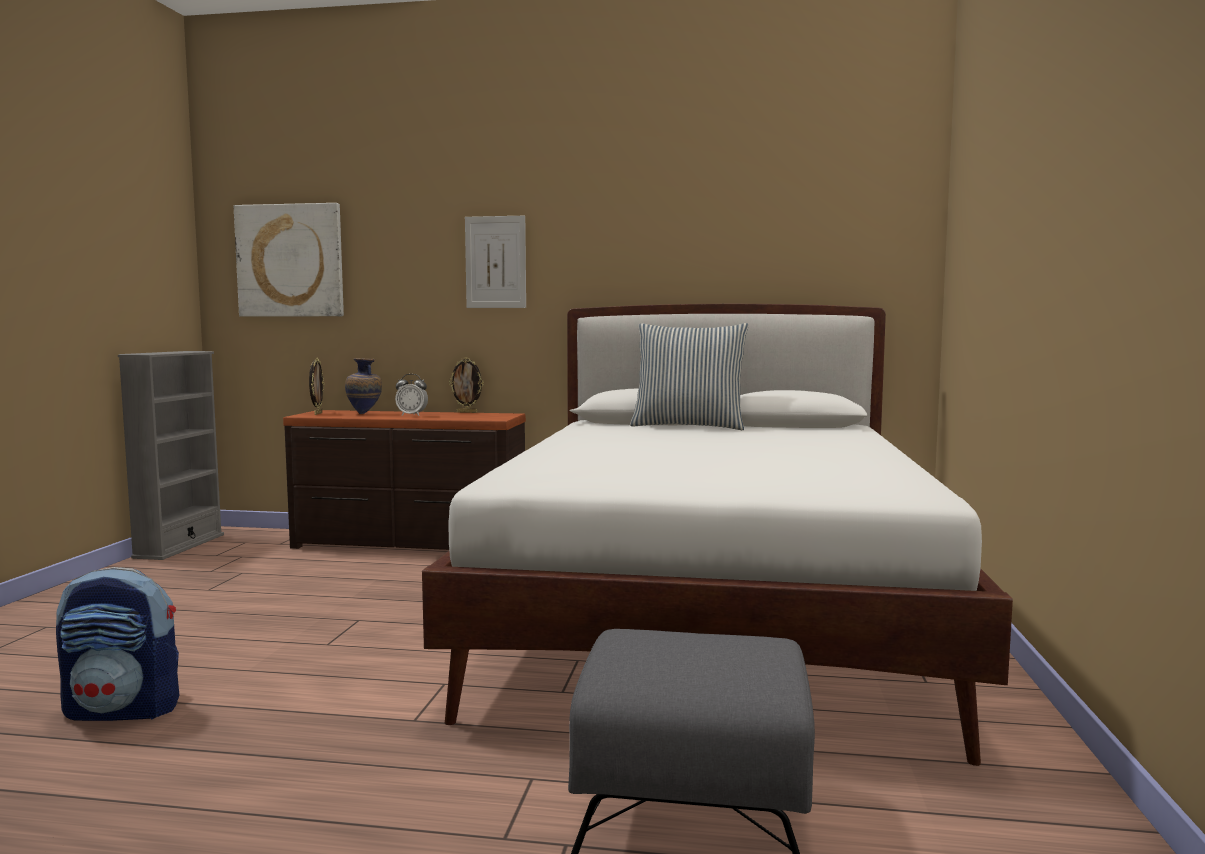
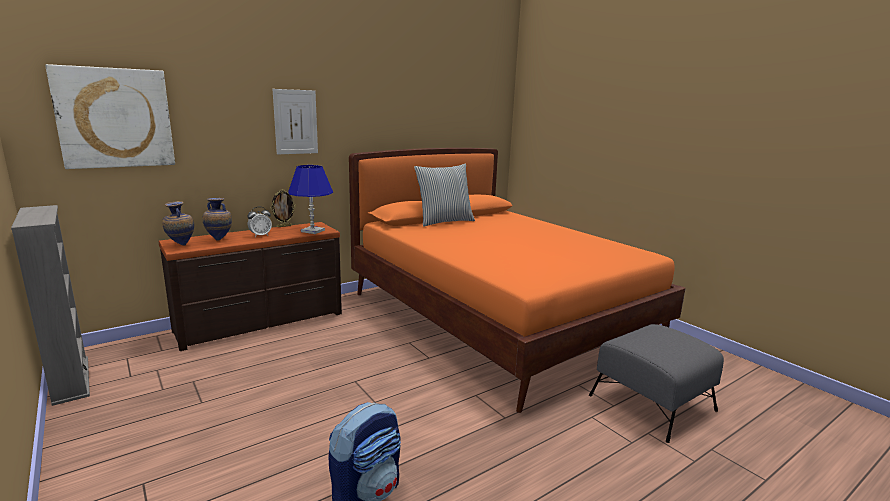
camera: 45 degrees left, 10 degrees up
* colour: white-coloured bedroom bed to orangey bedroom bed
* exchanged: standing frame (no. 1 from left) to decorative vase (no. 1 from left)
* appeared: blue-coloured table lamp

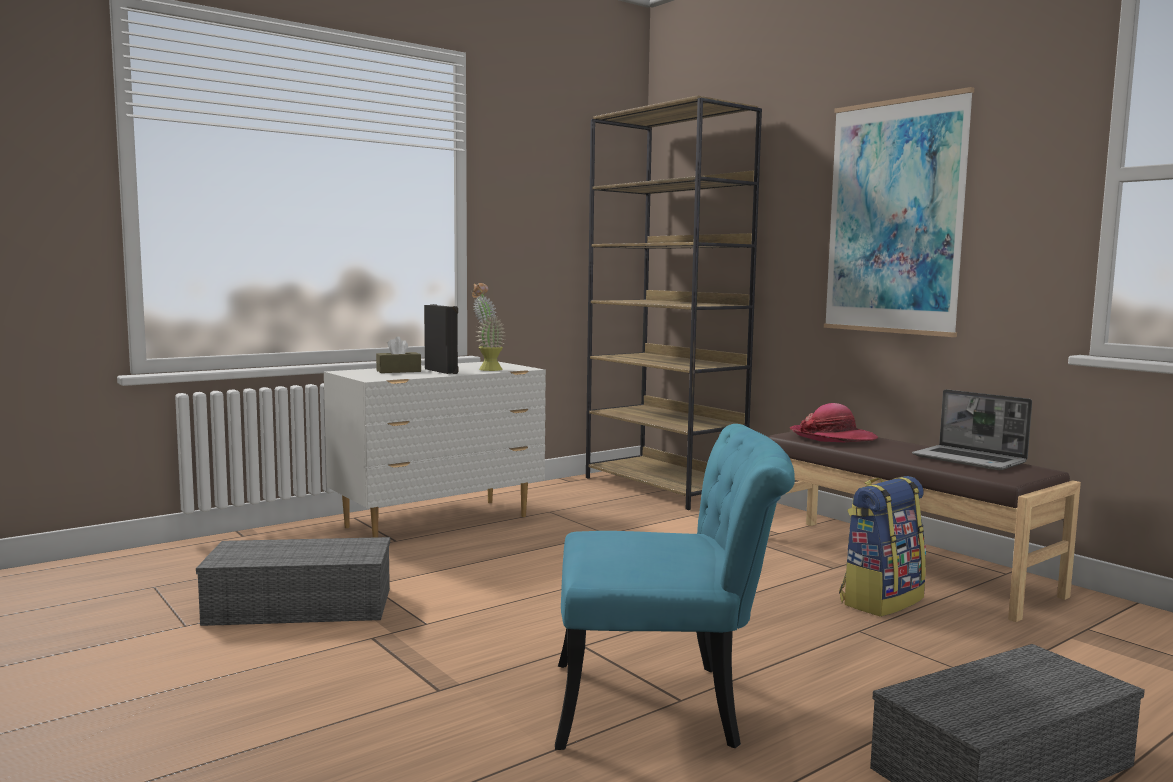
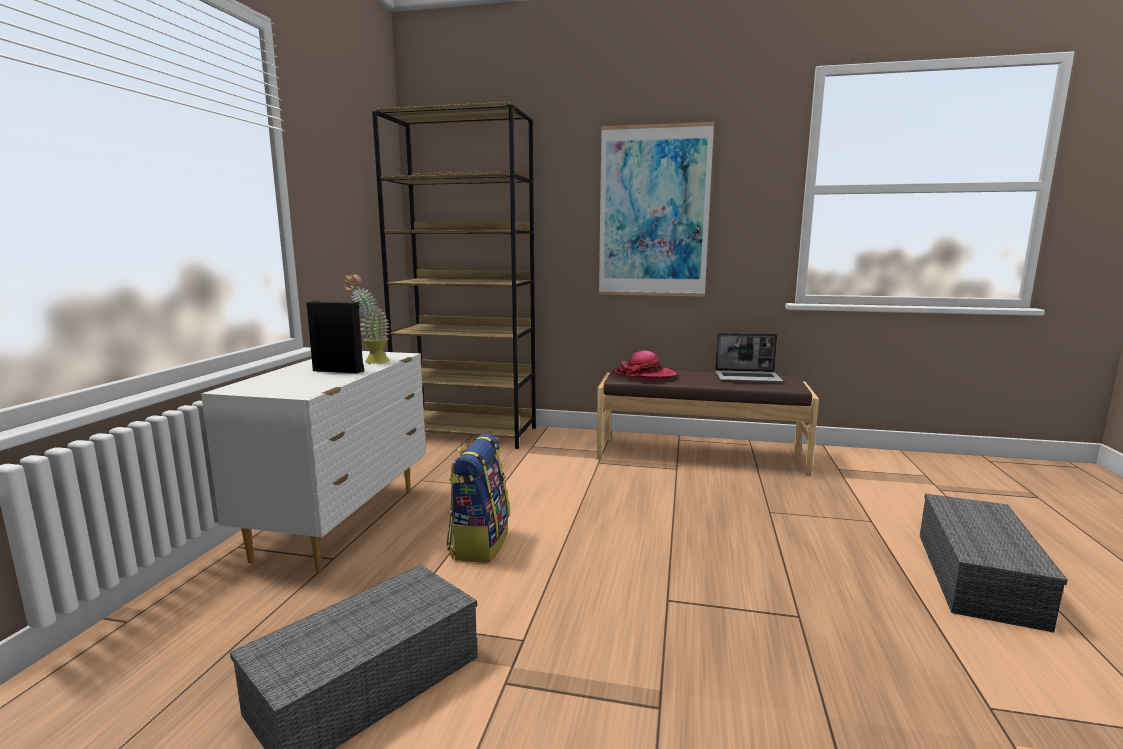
camera: 40 degrees left, 5 degrees up
* missing: brown-coloured box of tissues
* missing: turquoise chair
* relocated: knapsack

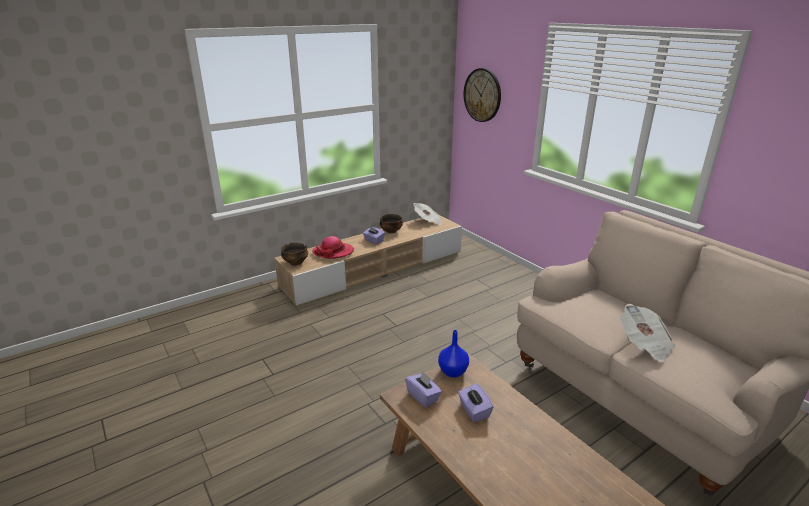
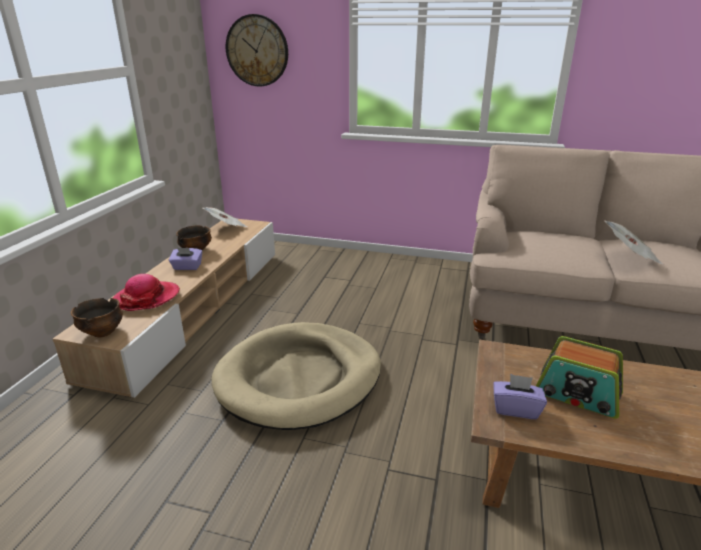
camera: 40 degrees left, 0 degrees up
* missing: blue-coloured decorative vase
* exchanged: purplish box of tissues (no. 3 from left) to radio
* appeared: beige-coloured dog bed

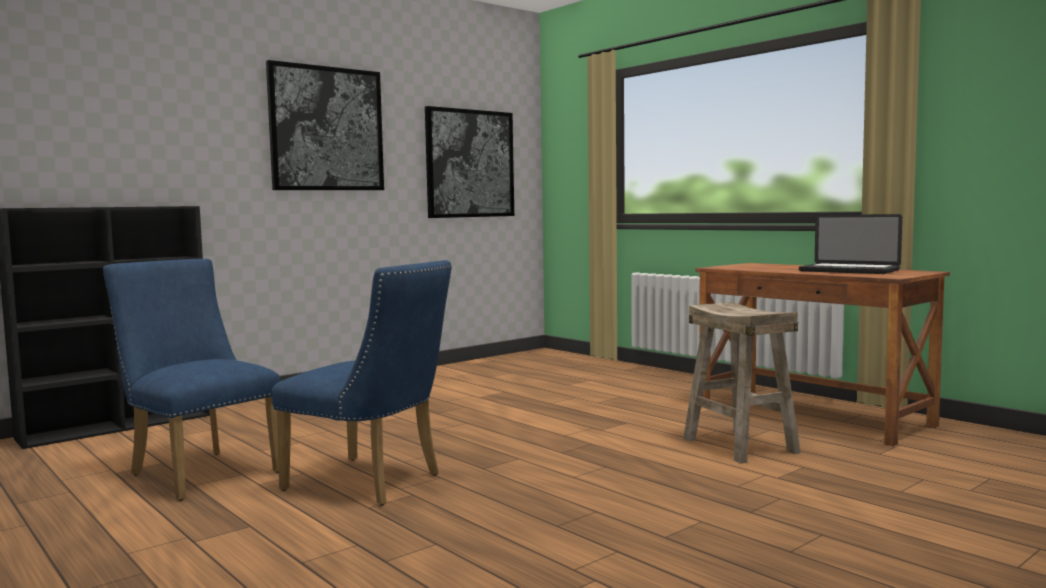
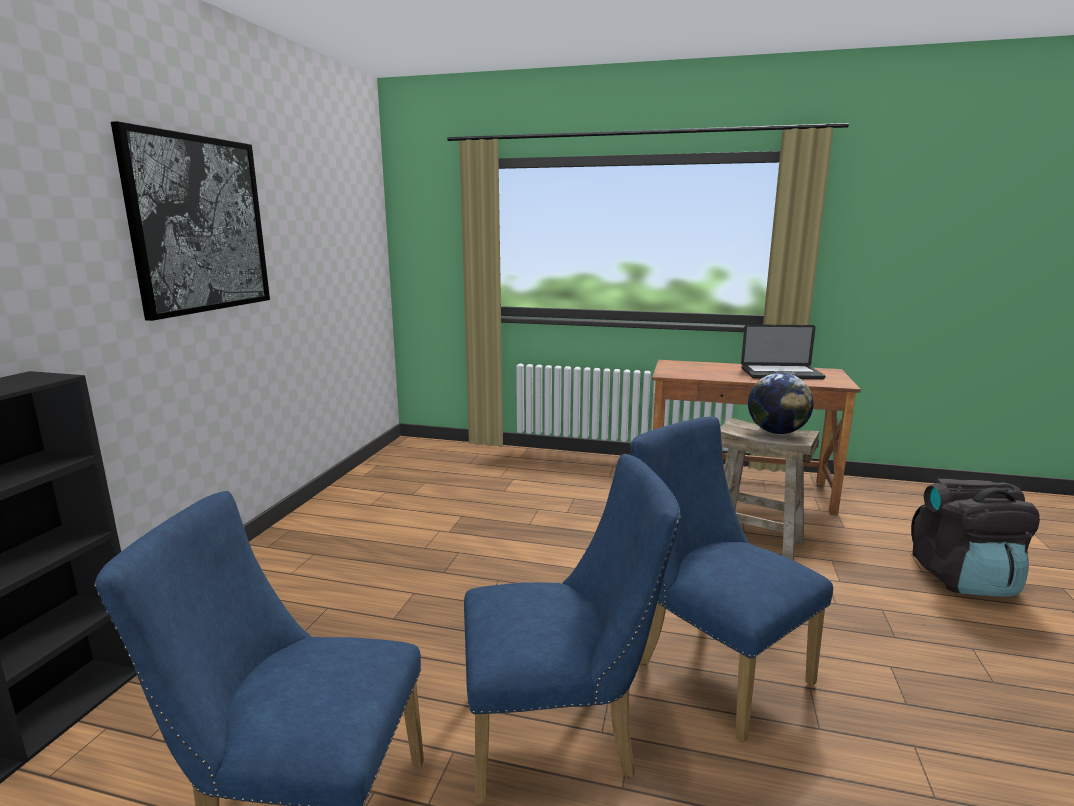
camera: 35 degrees left, 10 degrees up
* missing: wall art (no. 2 from left)
* appeared: globe
* appeared: blue-coloured chair (no. 3 from left)
* appeared: black knapsack

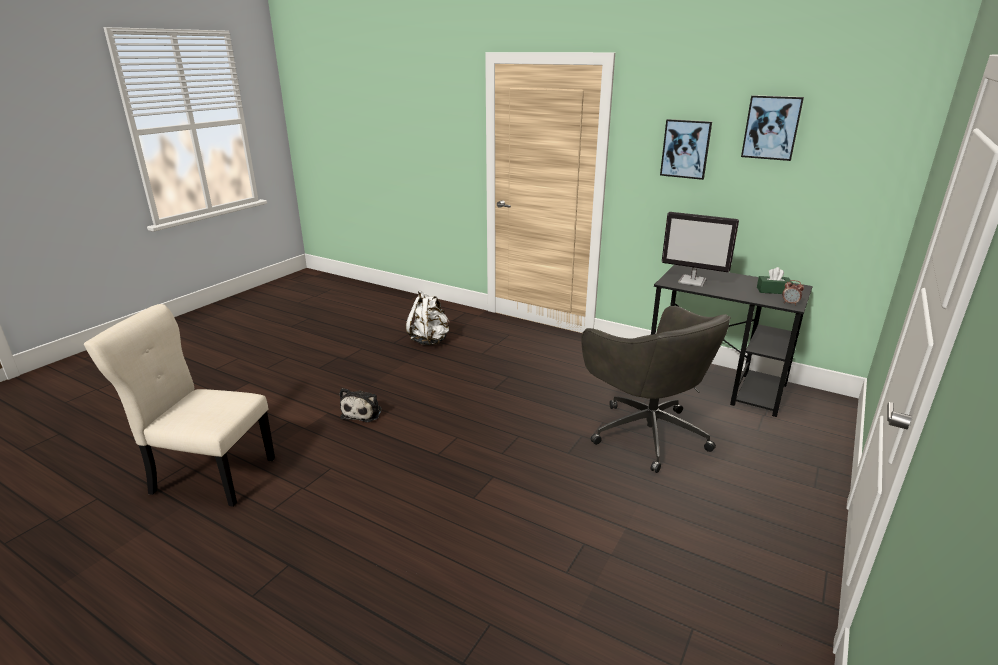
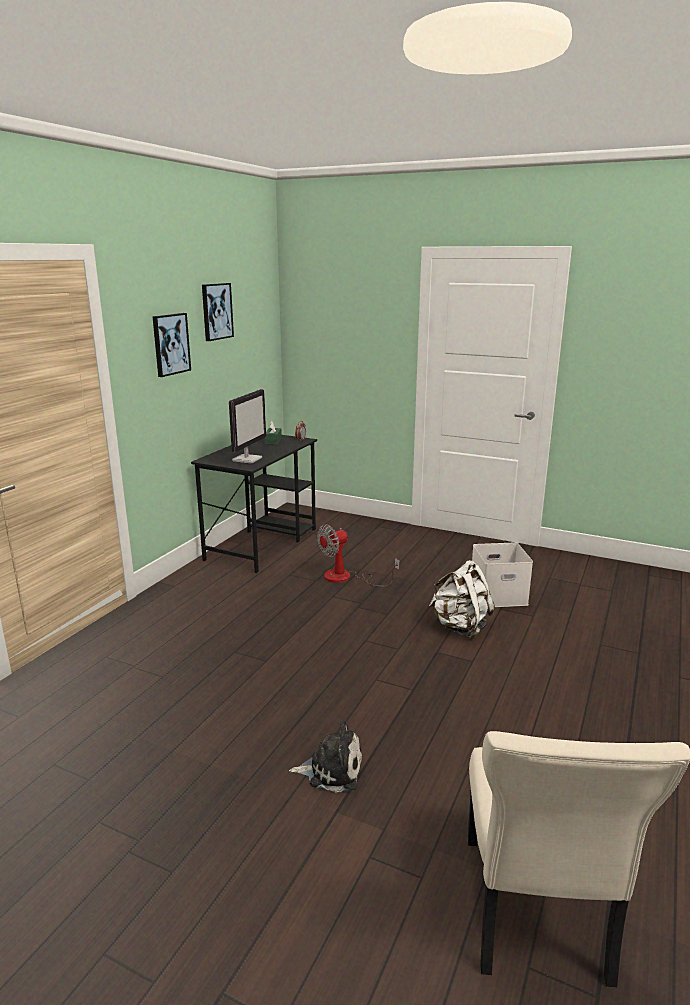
camera: 95 degrees left, 5 degrees down
* relocated: white-coloured knapsack
* exchanged: gray office chair to fan
* appeared: white-coloured storage bin

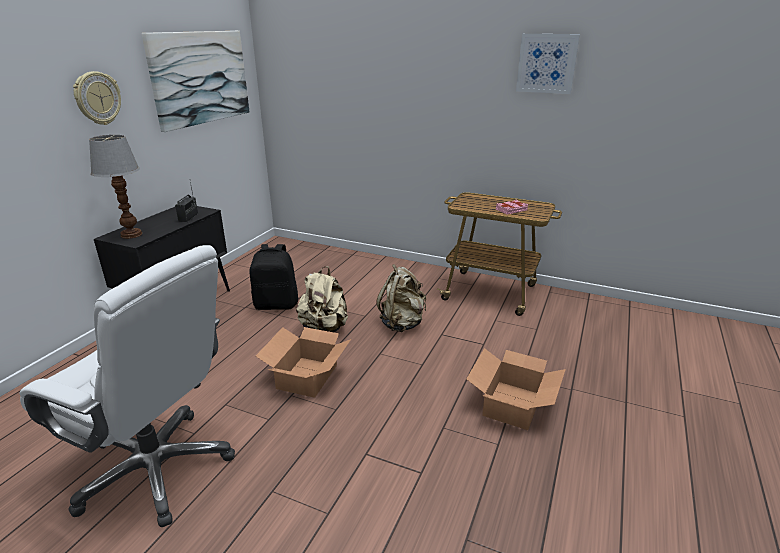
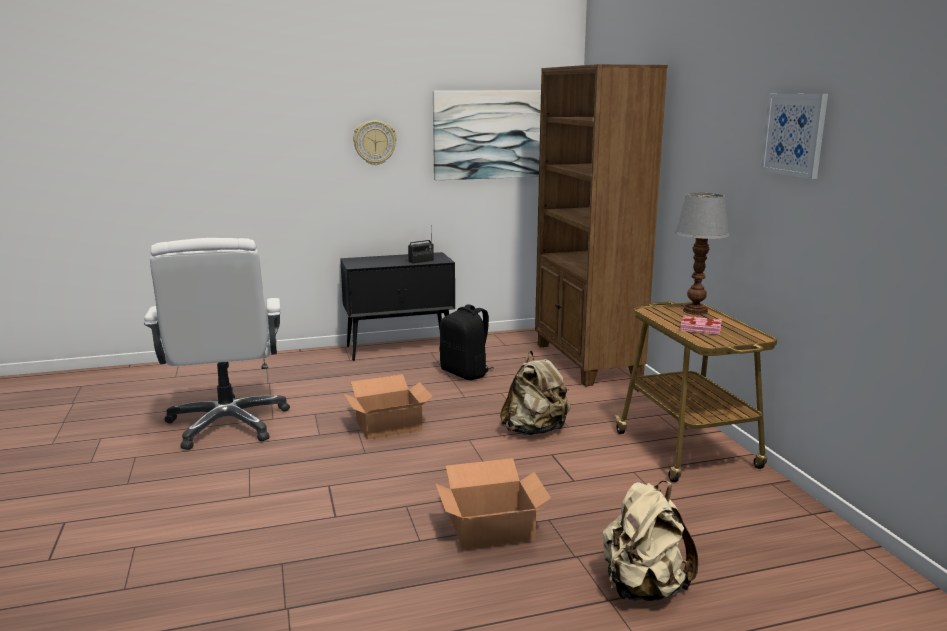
camera: 50 degrees right, 10 degrees down
* relocated: table lamp
* relocated: beige-coloured knapsack (no. 1 from left in the first image) to beige-coloured knapsack (no. 2 from left)
* appeared: brown-coloured bookcase

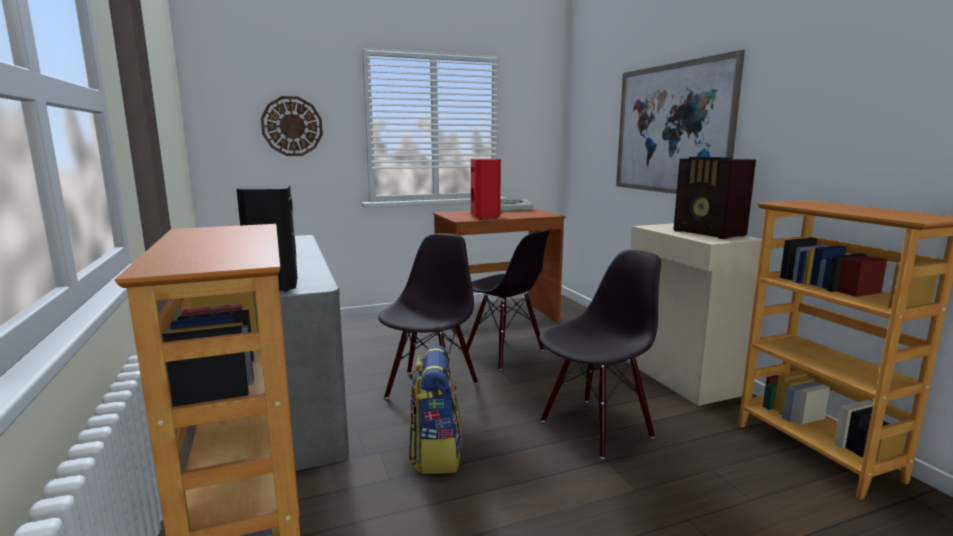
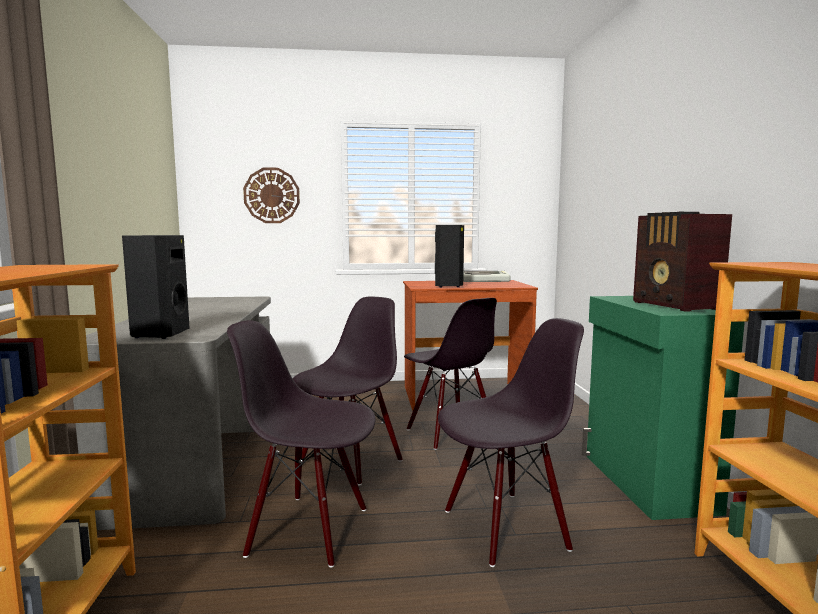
camera: 15 degrees right, 5 degrees down
* missing: wall art
* colour: reddish audio speaker to black audio speaker (no. 2 from left)
* colour: beige-coloured storage cabinet to greenish storage cabinet
* exchanged: knapsack to black chair (no. 1 from left)

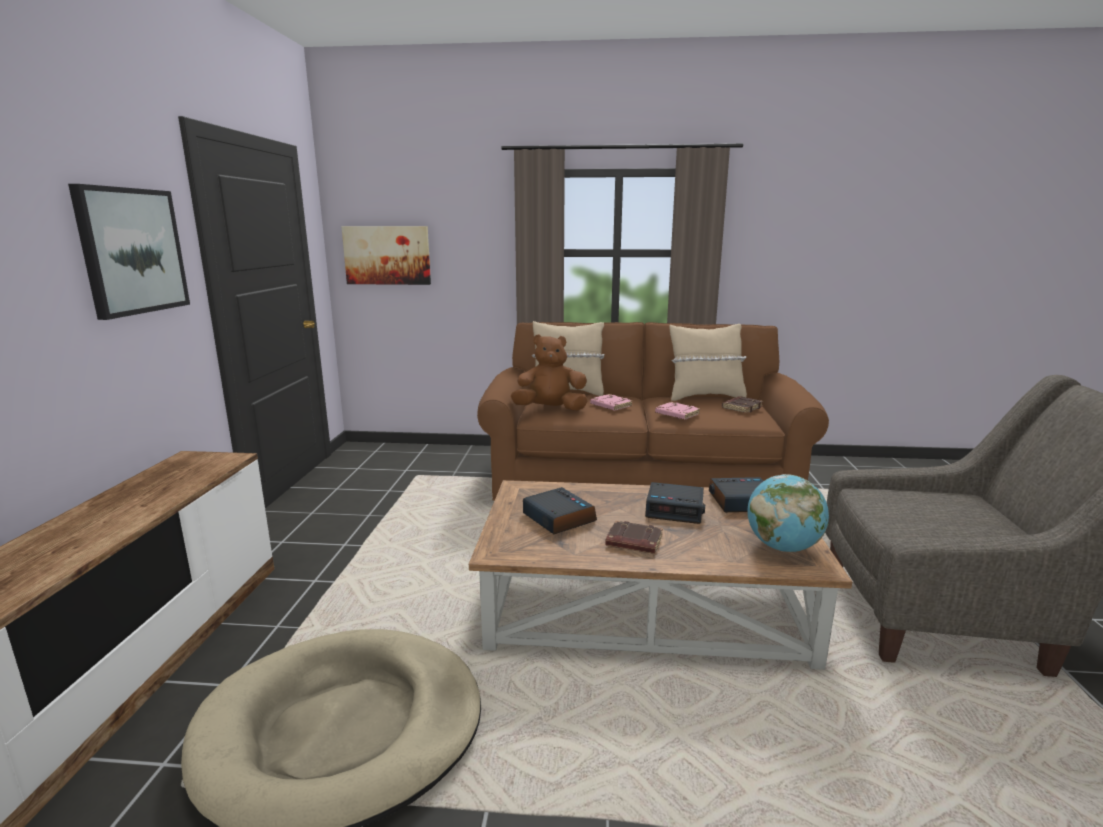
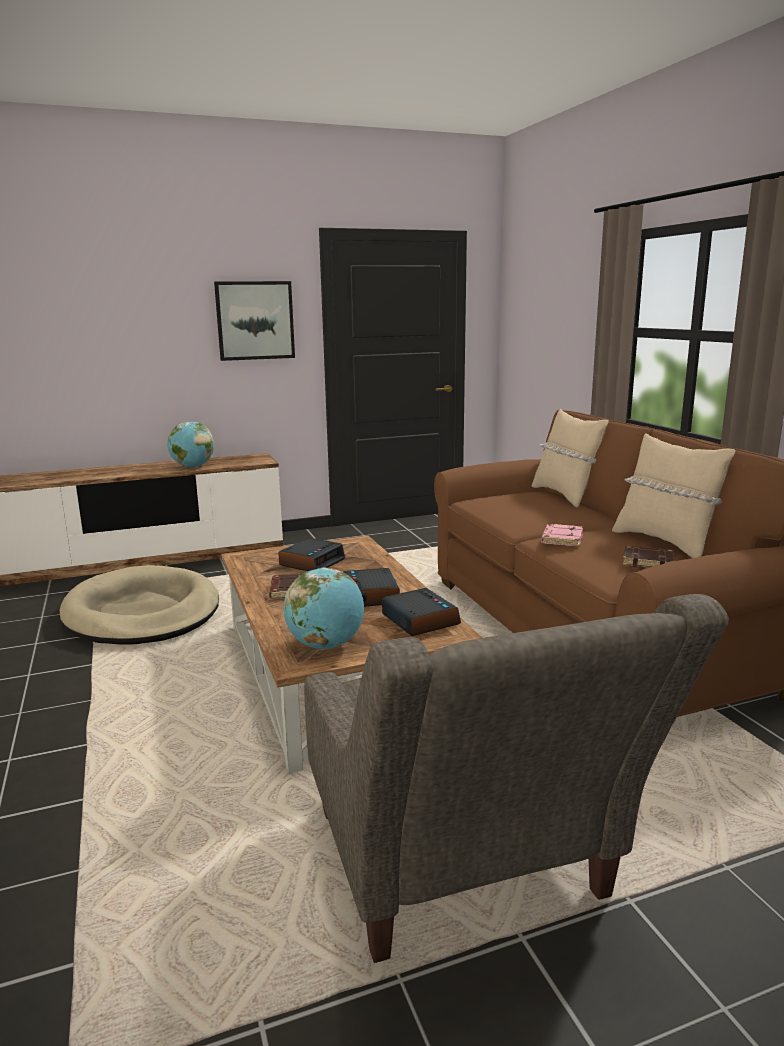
camera: 65 degrees right, 0 degrees up
* missing: wall art (no. 2 from left)
* missing: brown-coloured soft toy
* missing: pink bound book (no. 1 from left)
* appeared: globe (no. 1 from left)

